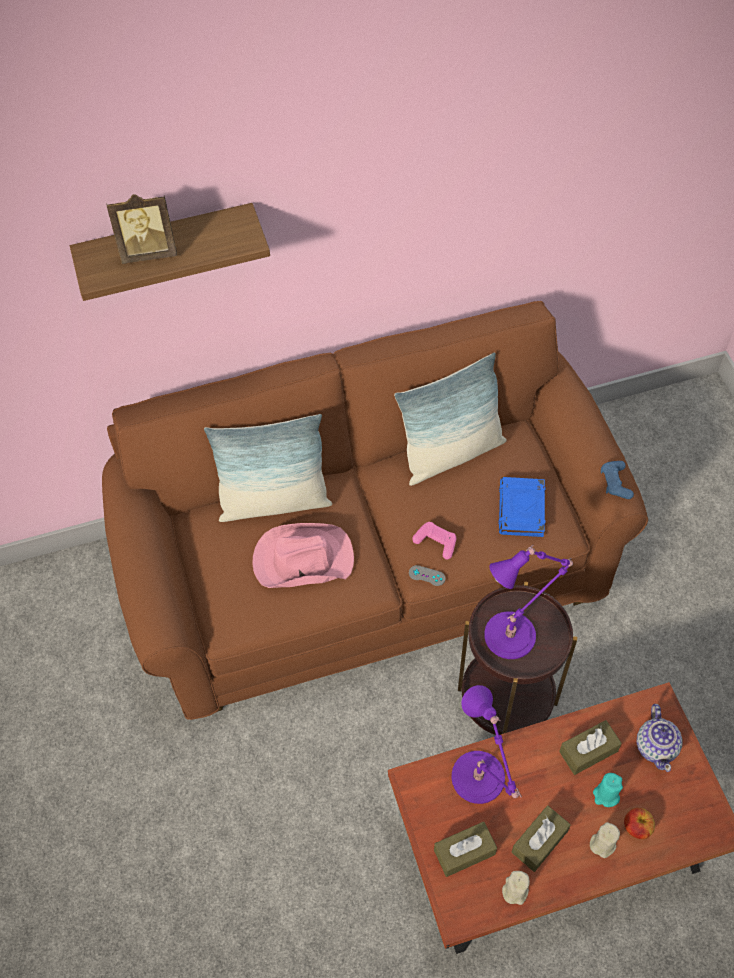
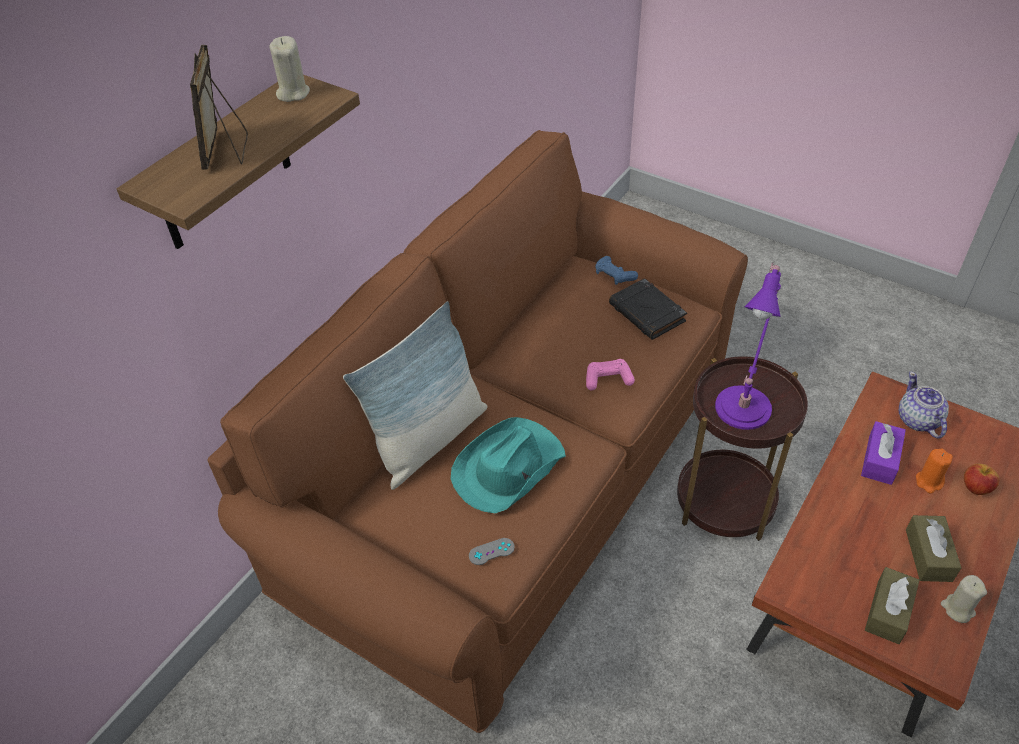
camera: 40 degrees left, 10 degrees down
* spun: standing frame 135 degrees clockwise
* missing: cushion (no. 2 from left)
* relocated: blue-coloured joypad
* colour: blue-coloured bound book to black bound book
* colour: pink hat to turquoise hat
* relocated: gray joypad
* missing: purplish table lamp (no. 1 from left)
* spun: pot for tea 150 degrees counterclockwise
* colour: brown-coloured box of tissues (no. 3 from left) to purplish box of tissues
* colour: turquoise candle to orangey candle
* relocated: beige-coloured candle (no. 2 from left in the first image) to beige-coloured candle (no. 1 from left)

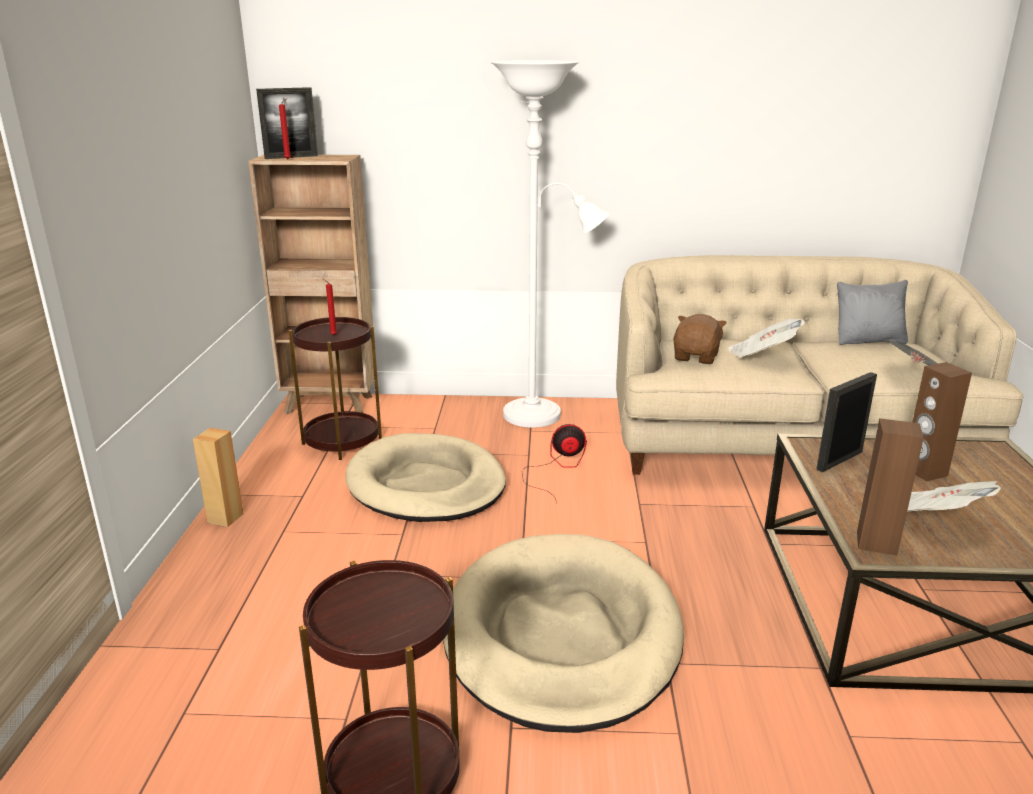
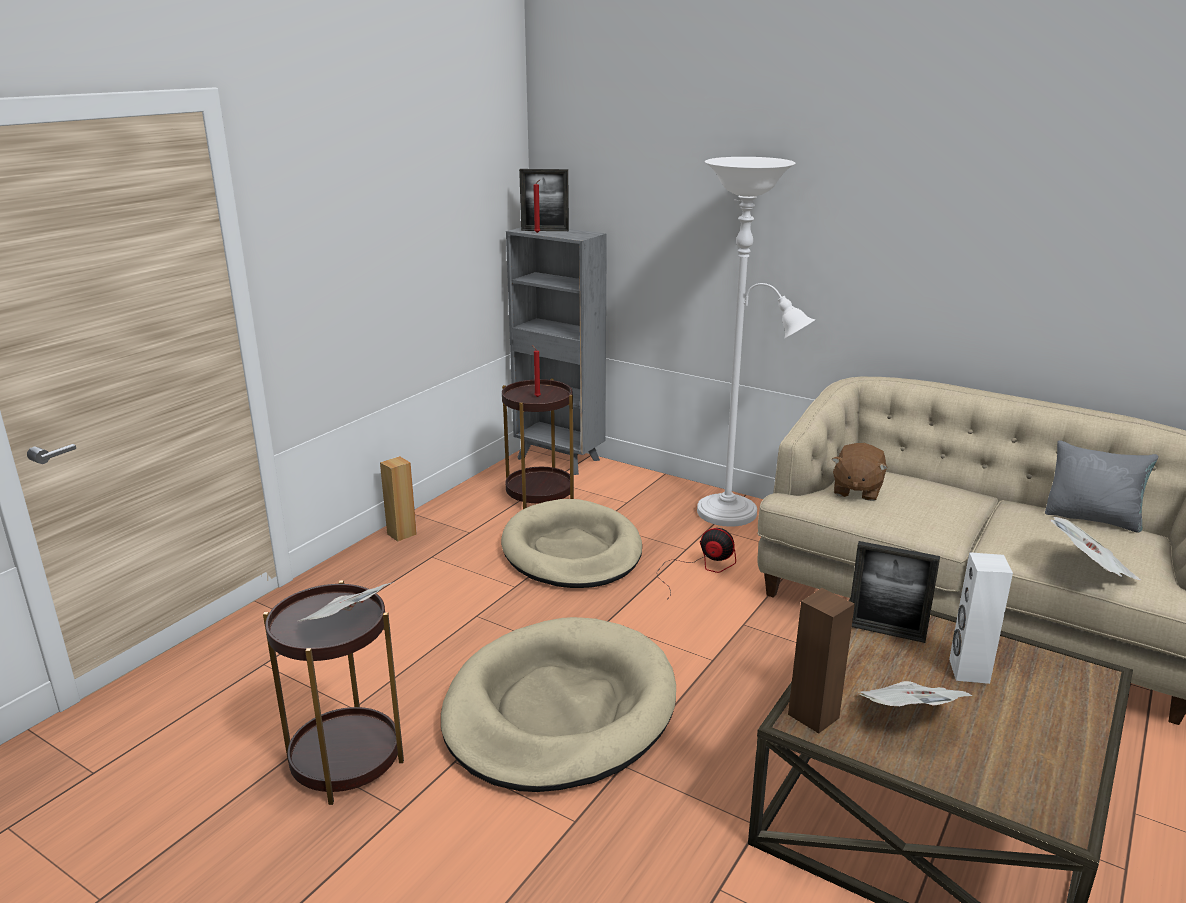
camera: 30 degrees right, 0 degrees up
* colour: brown-coloured bookcase to gray bookcase
* spun: brown-coloured soft toy 150 degrees clockwise
* relocated: printed paper (no. 1 from left)
* colour: brown-coloured audio speaker (no. 3 from left) to white-coloured audio speaker
* spun: standing frame (no. 2 from left) 150 degrees counterclockwise

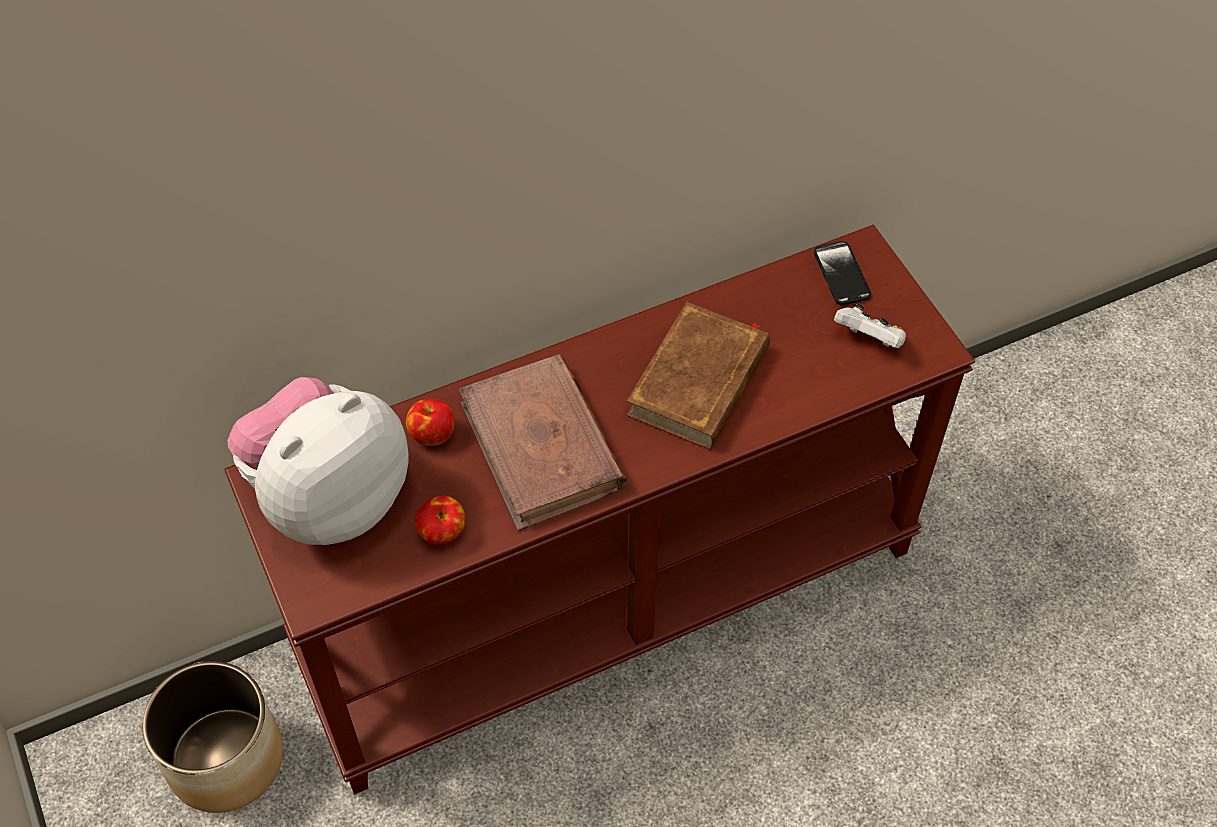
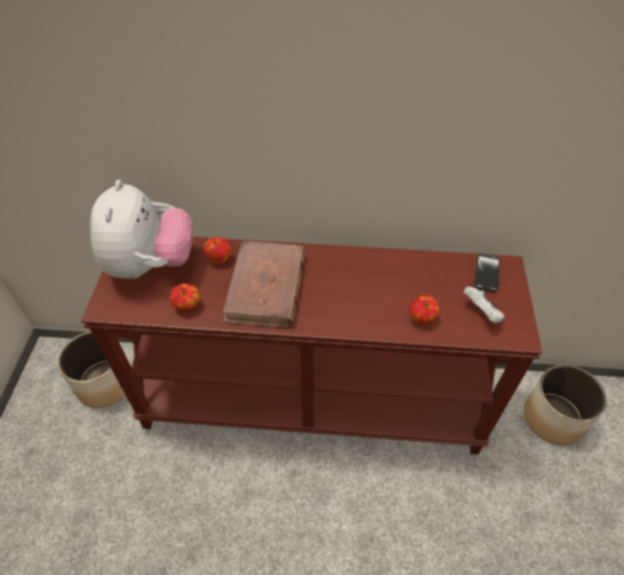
camera: 30 degrees right, 5 degrees down
* missing: brown-coloured bound book (no. 2 from left)
* spun: soft toy 105 degrees clockwise
* appeared: whole apple (no. 3 from left)
* appeared: flower pot (no. 2 from left)

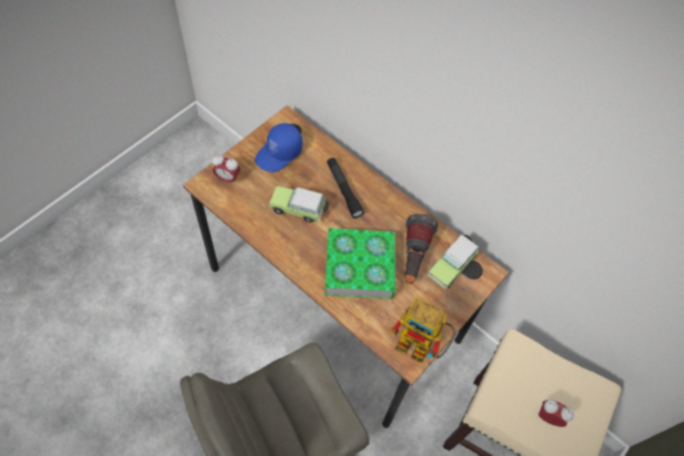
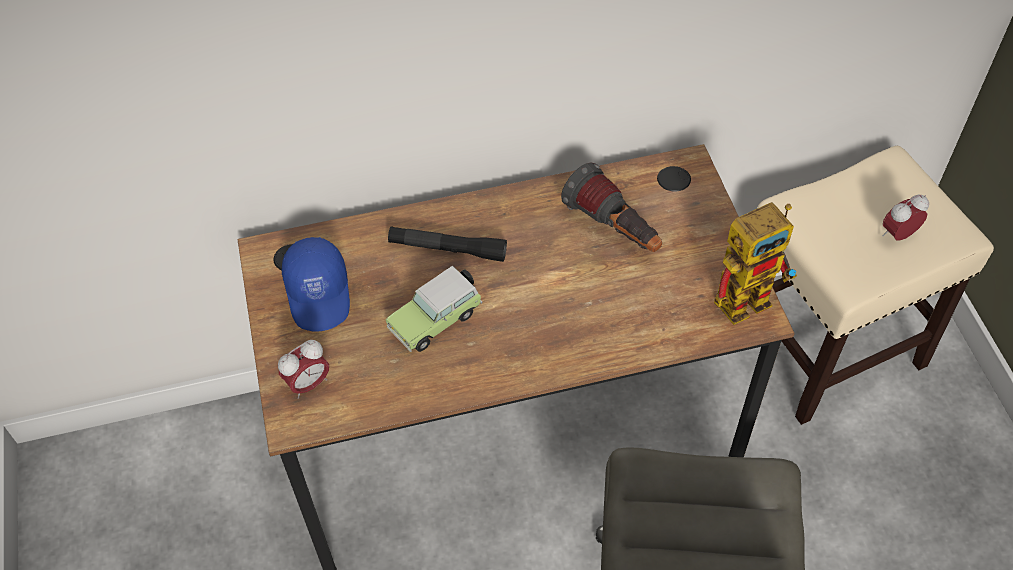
camera: 50 degrees left, 5 degrees down
* missing: bound book
* missing: toy car (no. 2 from left)

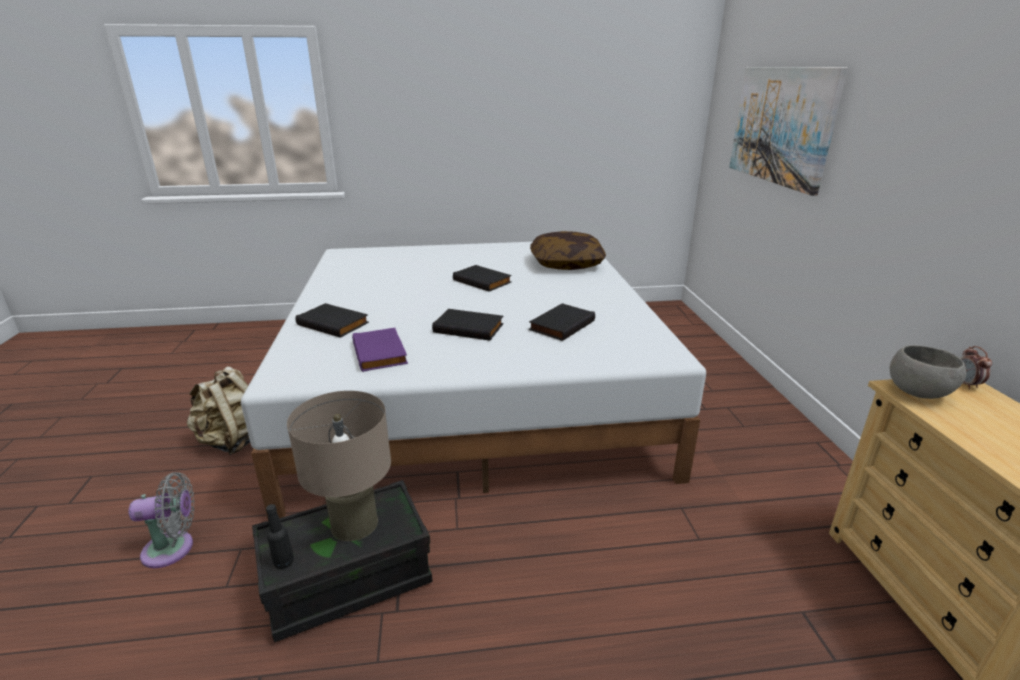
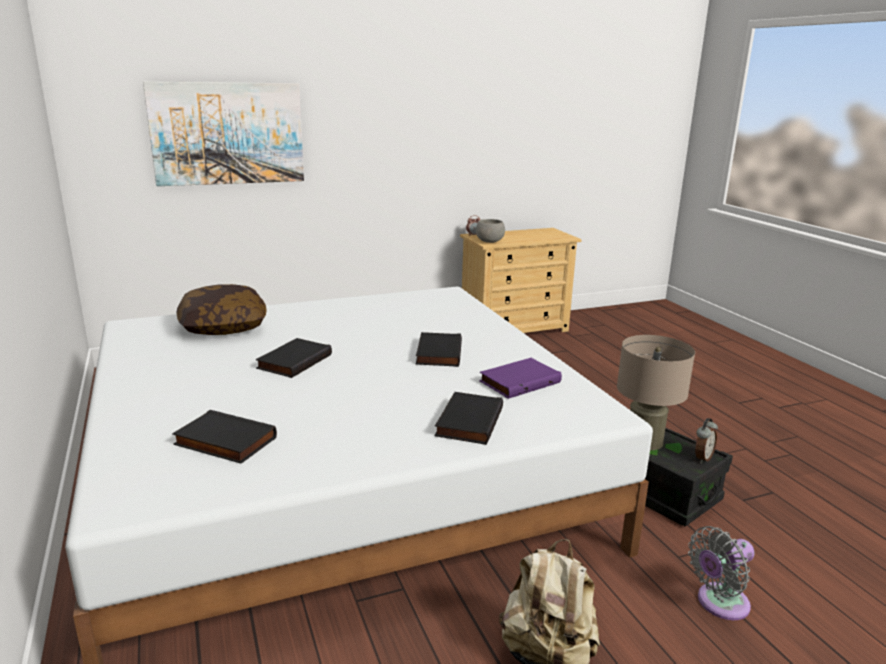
camera: 105 degrees left, 5 degrees down
* relocated: black bound book (no. 4 from left in the first image) to black bound book (no. 1 from left)
* spun: gray fan 90 degrees counterclockwise
* exchanged: black drink bottle to table clock (no. 2 from left)

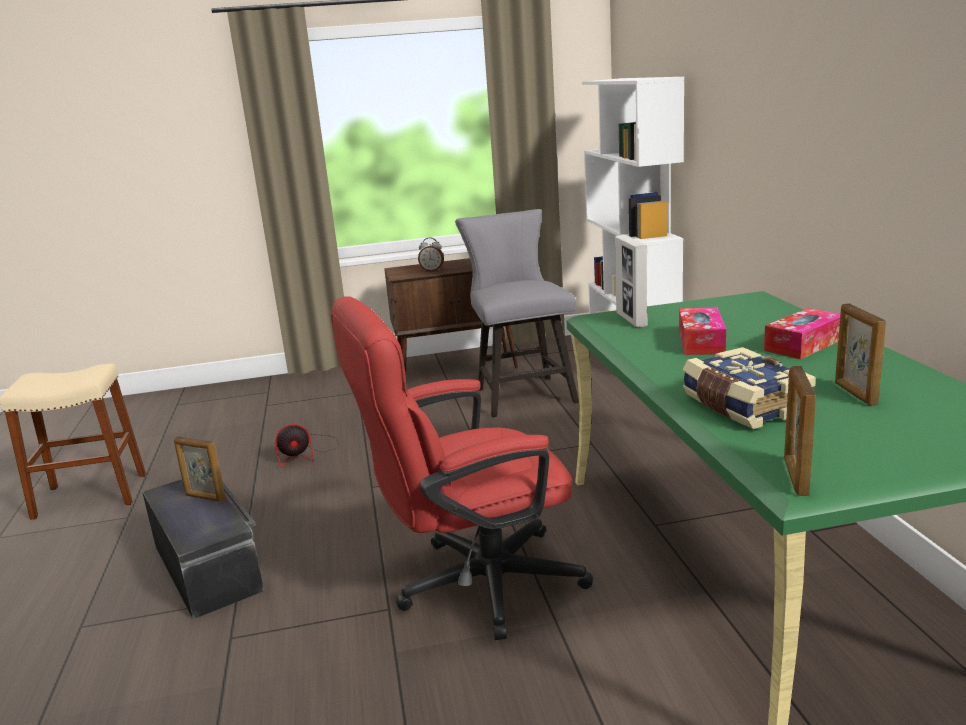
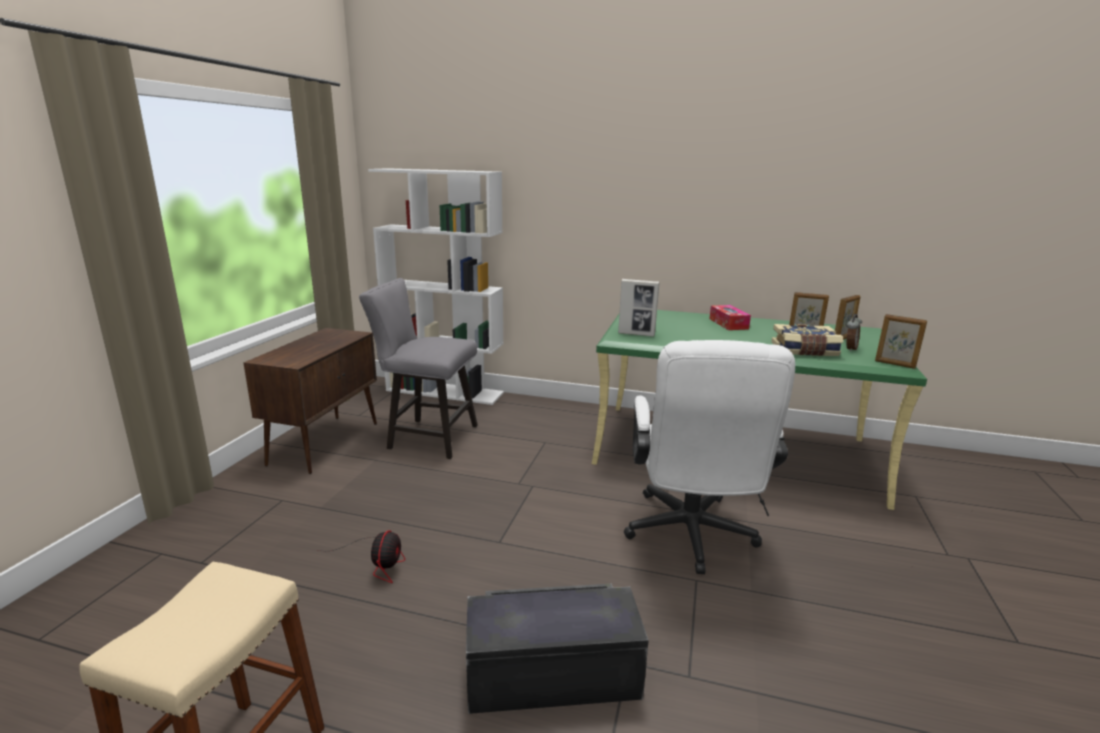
camera: 65 degrees left, 0 degrees up
* relocated: table clock
* colour: reddish office chair to white-coloured office chair
* missing: box of tissues (no. 1 from left)
* relocated: standing frame (no. 1 from left in the first image) to standing frame (no. 3 from left)

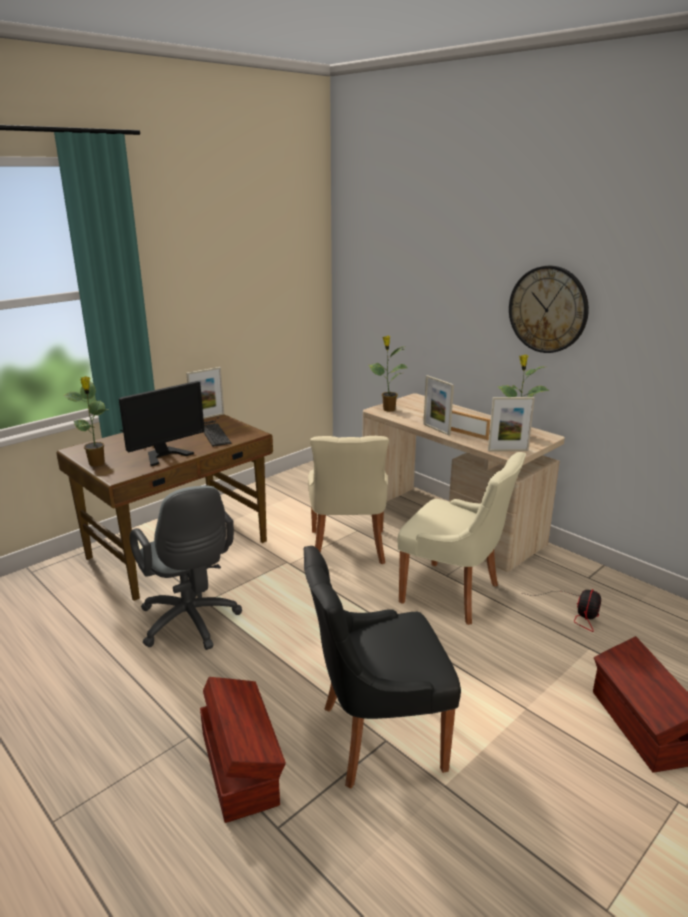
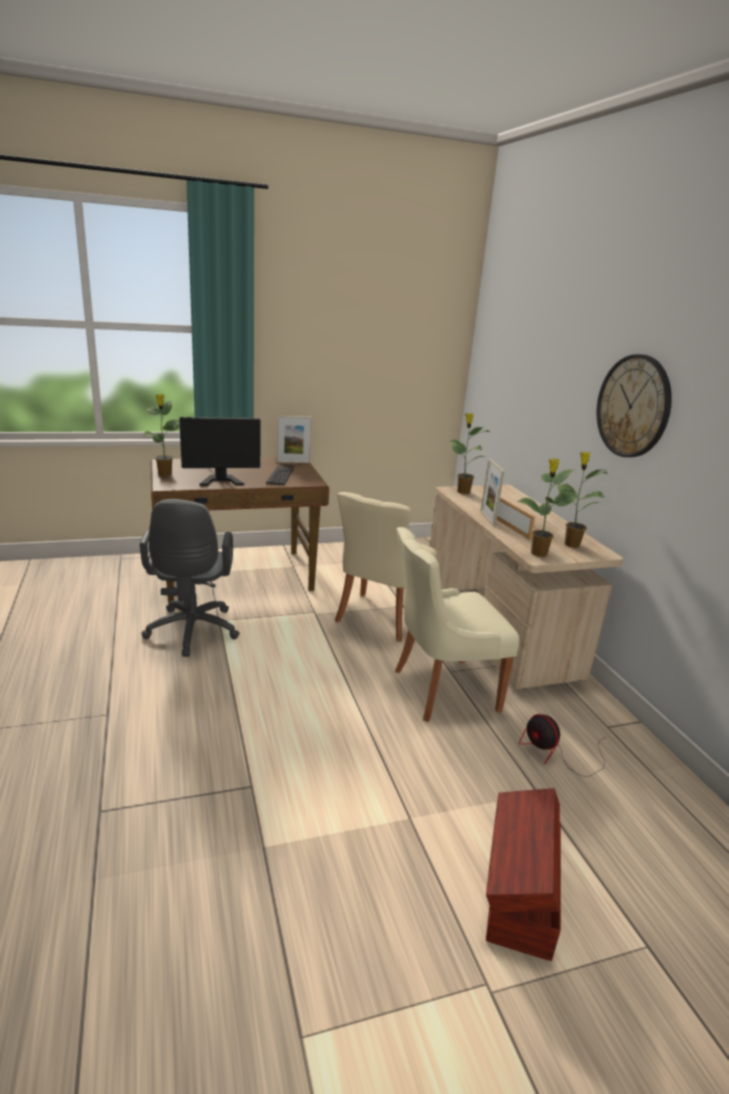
camera: 25 degrees right, 0 degrees up
* exchanged: standing frame (no. 4 from left) to houseplant (no. 3 from left)
* spun: beige-coloured chair (no. 2 from left) 105 degrees clockwise
* missing: black chair
* spun: fan 90 degrees clockwise
* missing: brown-coloured storage bin (no. 1 from left)

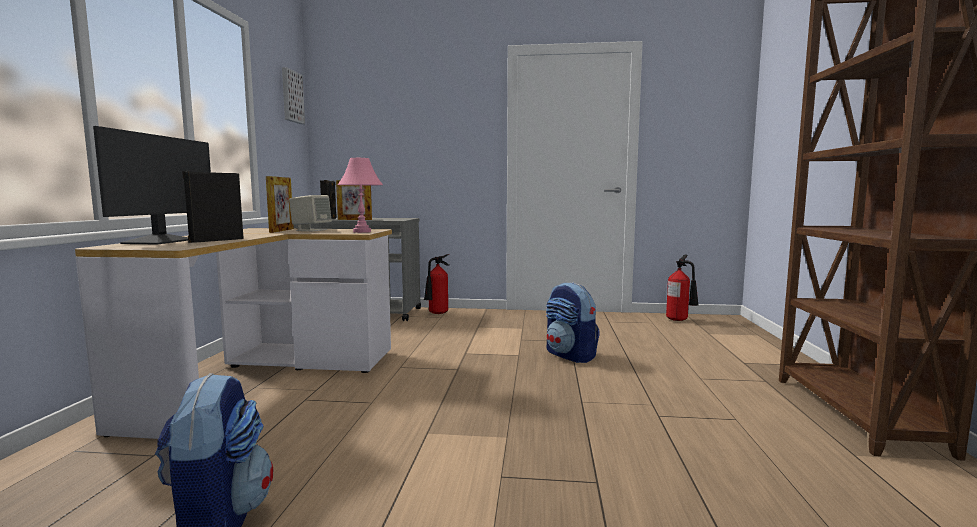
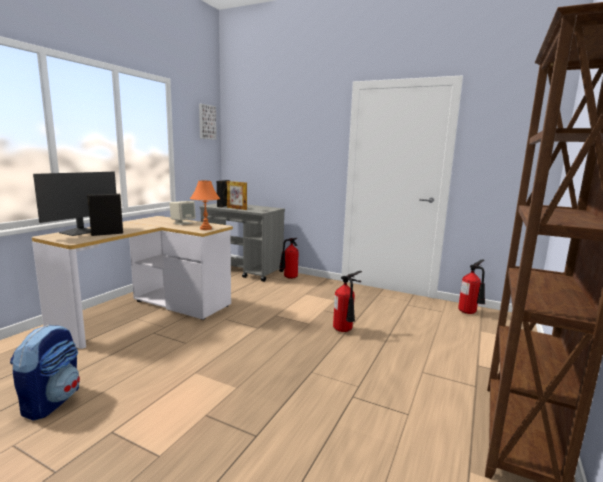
camera: 20 degrees right, 5 degrees up
* colour: pink table lamp to orangey table lamp
* missing: standing frame (no. 1 from left)
* exchanged: knapsack (no. 2 from left) to fire-fighting cylinder (no. 2 from left)

